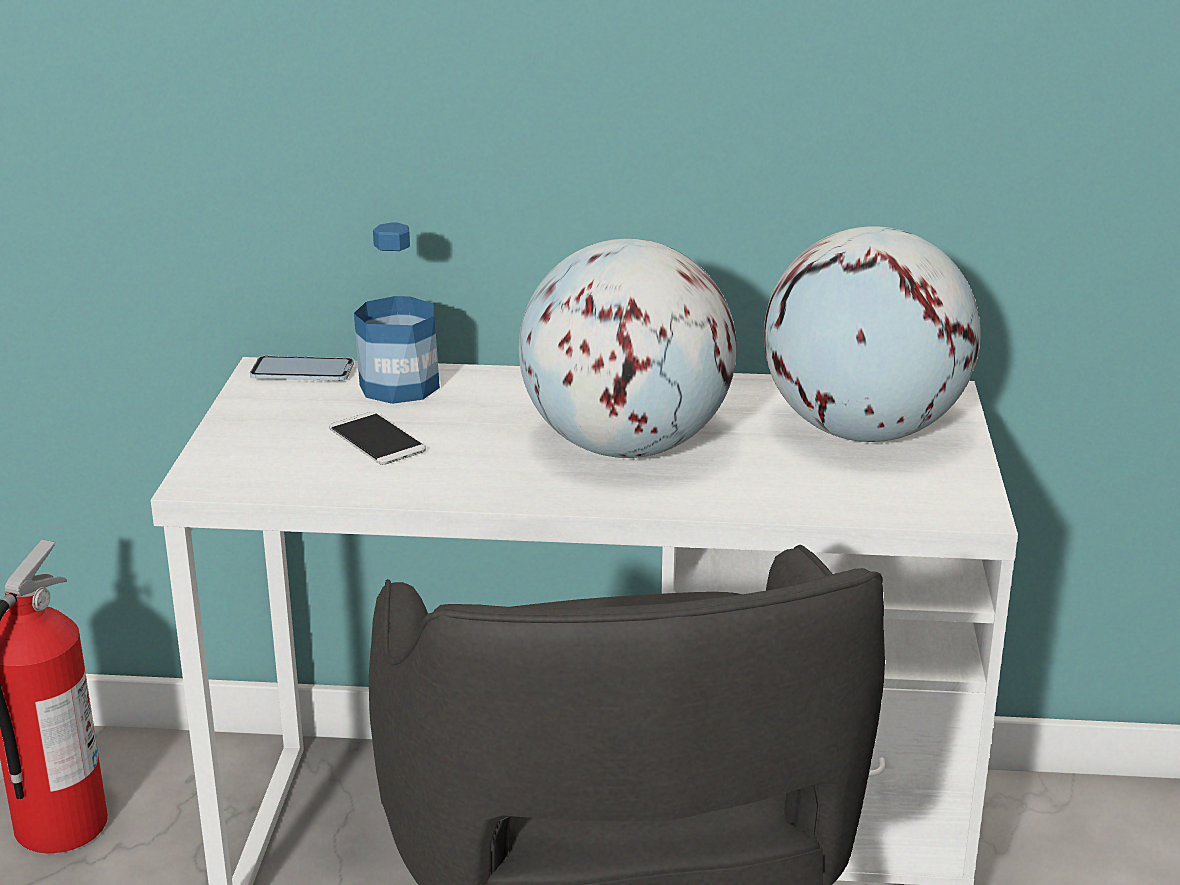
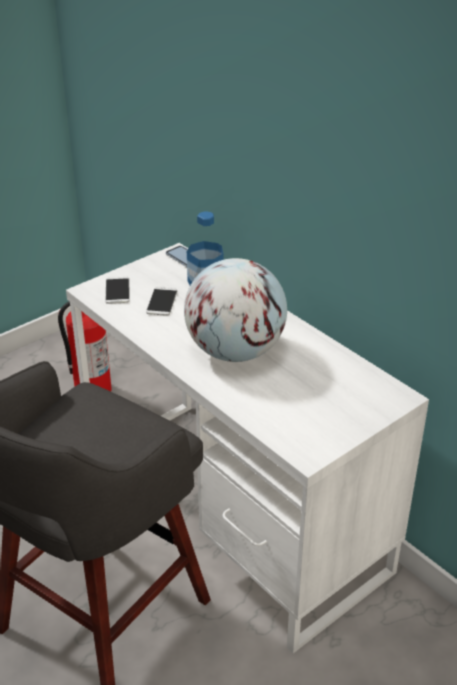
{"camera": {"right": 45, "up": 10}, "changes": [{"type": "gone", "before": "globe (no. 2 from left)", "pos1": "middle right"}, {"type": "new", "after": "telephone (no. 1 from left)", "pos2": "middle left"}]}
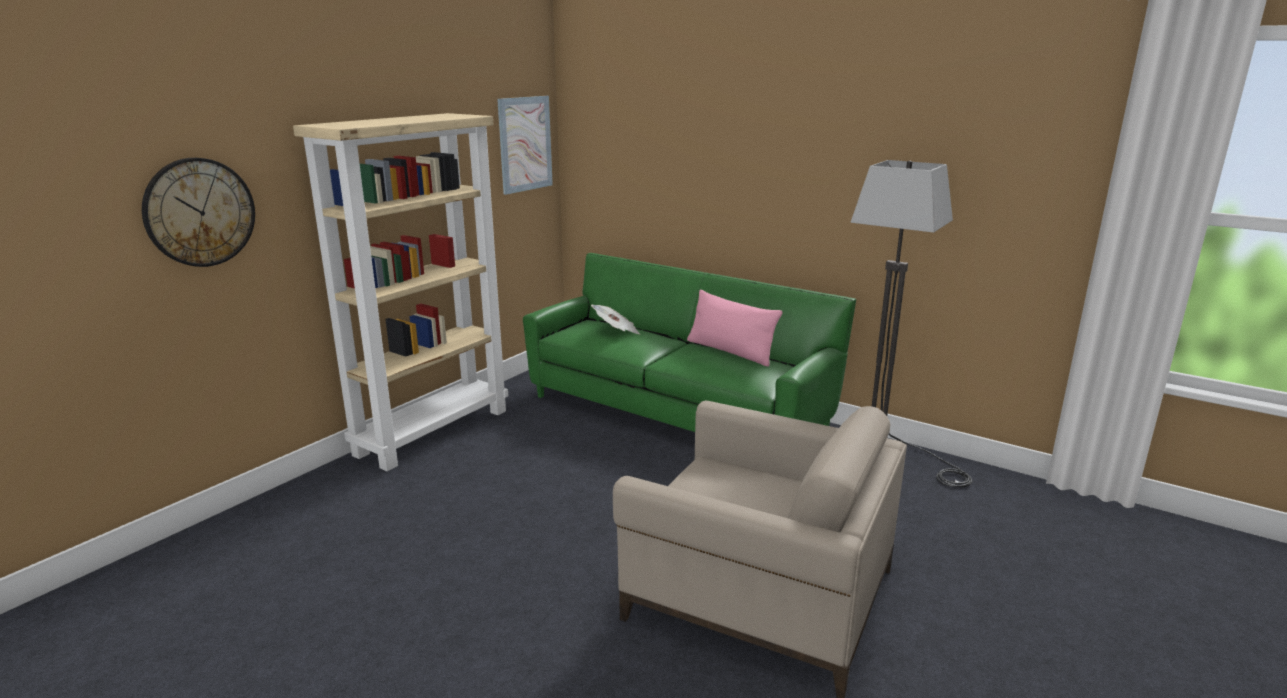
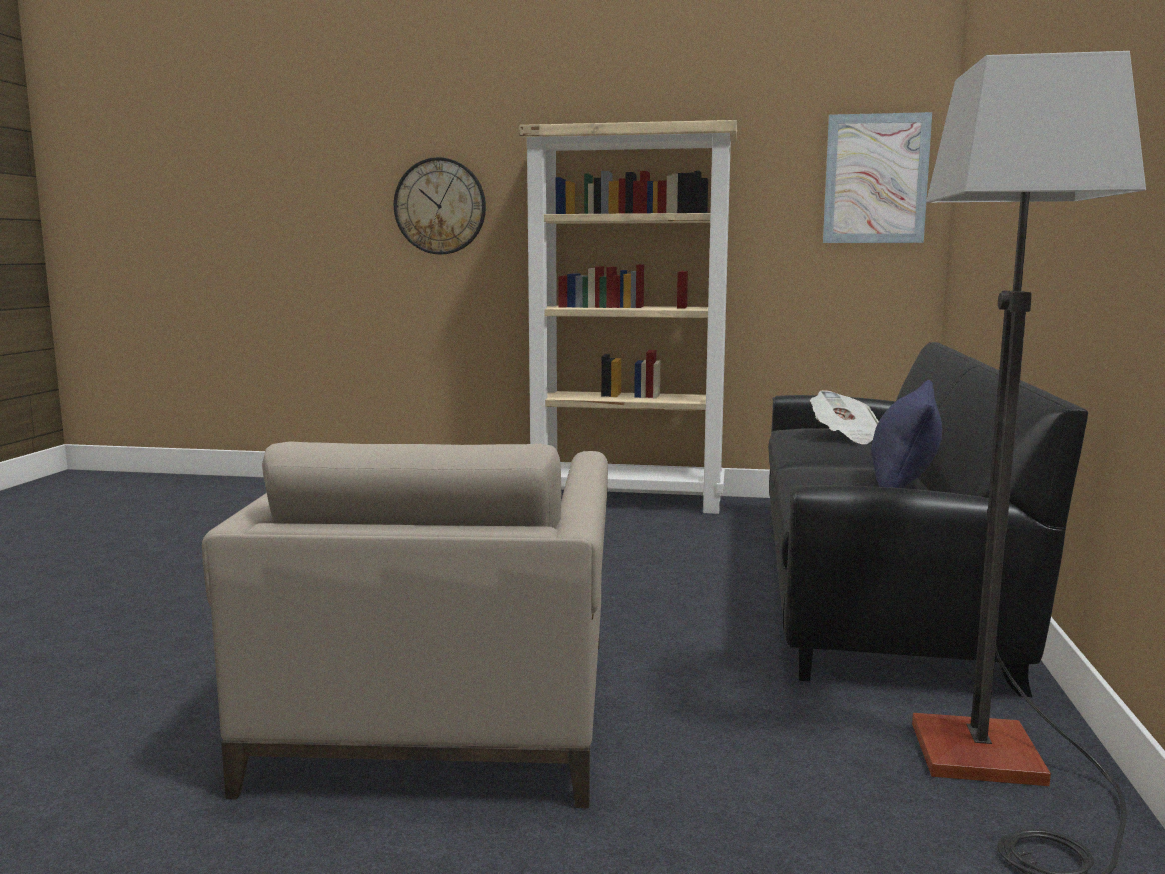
{"camera": {"right": 65, "up": -10}, "changes": [{"type": "repainted", "before": "sofa (green-coloured)", "after": "sofa (black)", "pos1": "centre", "pos2": "middle right"}, {"type": "repainted", "before": "cushion (pink)", "after": "cushion (bluish)", "pos1": "centre", "pos2": "middle right"}]}
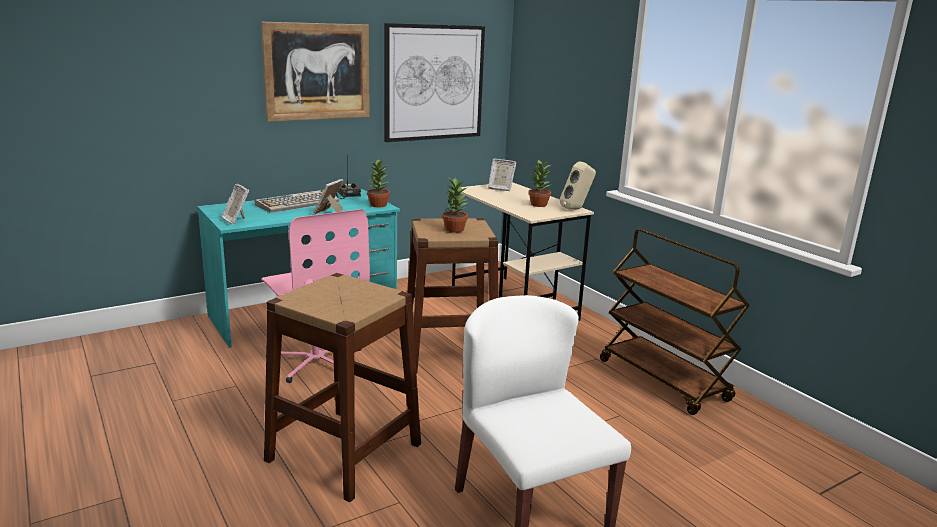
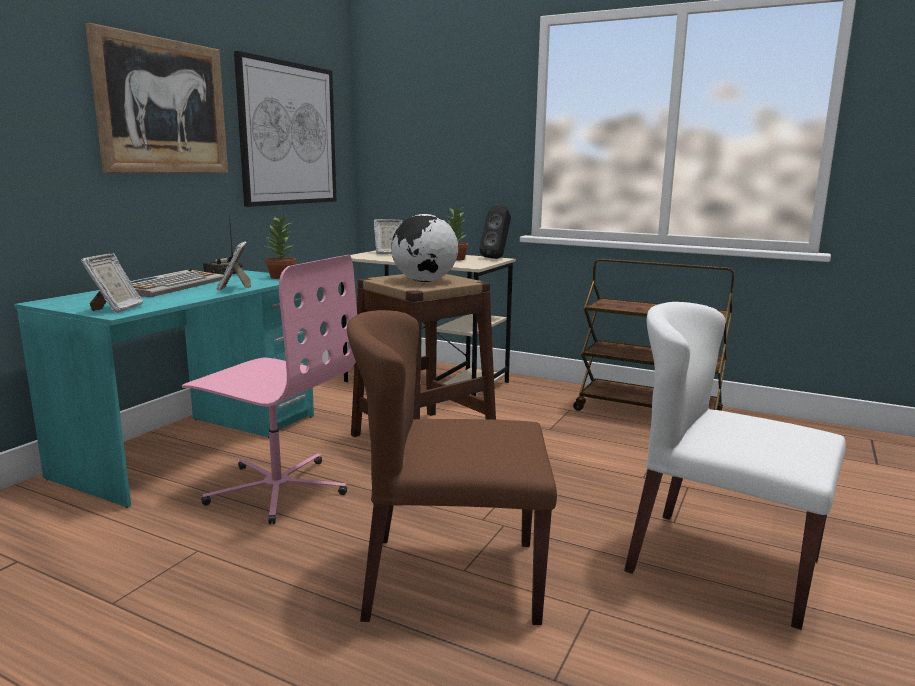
{"camera": {"right": -30, "up": -5}, "changes": [{"type": "rotated", "before": "picture frame (no. 1 from left)", "pos1": "middle left", "pos2": "middle left", "turn": -105}, {"type": "swapped", "before": "stool seat (brownish) (no. 1 from left)", "after": "upright chair (brownish)", "pos1": "bottom centre", "pos2": "bottom centre"}, {"type": "swapped", "before": "houseplant (no. 2 from left)", "after": "globe", "pos1": "centre", "pos2": "centre"}, {"type": "repainted", "before": "speaker (sand-coloured)", "after": "speaker (black)", "pos1": "centre", "pos2": "centre"}]}
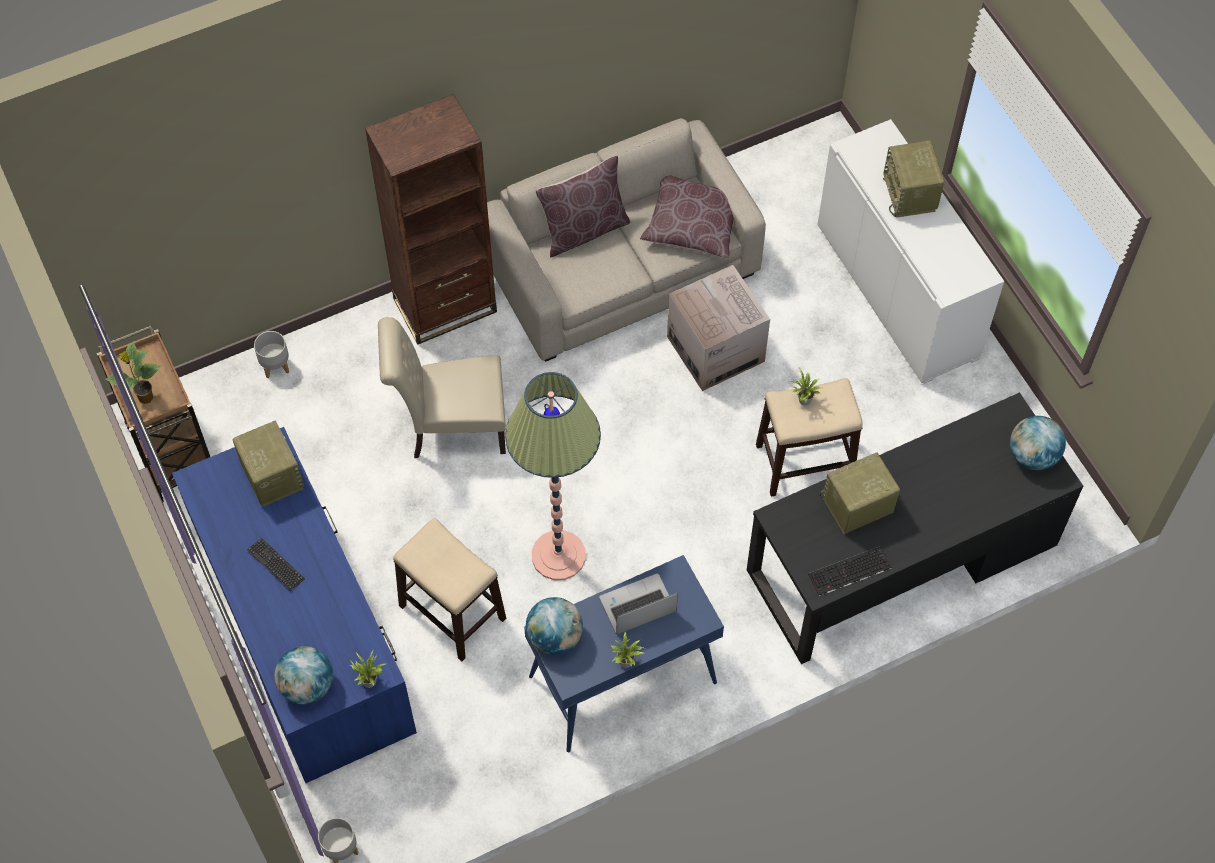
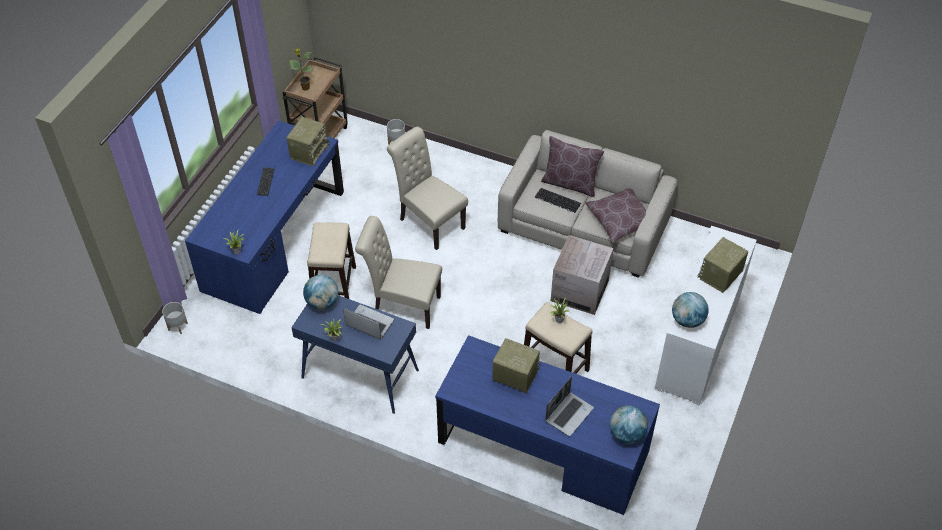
{"camera": {"right": 50, "up": -10}, "changes": [{"type": "shifted", "before": "globe (no. 1 from left in the first image)", "after": "globe (no. 3 from left)", "pos1": "bottom left", "pos2": "middle right"}, {"type": "gone", "before": "bookcase (brownish)", "pos1": "top centre"}, {"type": "swapped", "before": "standing lamp", "after": "upright chair (sand-coloured) (no. 1 from left)", "pos1": "centre", "pos2": "centre"}, {"type": "repainted", "before": "desk table (black)", "after": "desk table (bluish) (no. 2 from left)", "pos1": "middle right", "pos2": "bottom centre"}, {"type": "shifted", "before": "computer keyboard (no. 2 from left)", "pos1": "middle right", "pos2": "centre"}, {"type": "new", "after": "laptop (no. 2 from left)", "pos2": "bottom centre"}]}
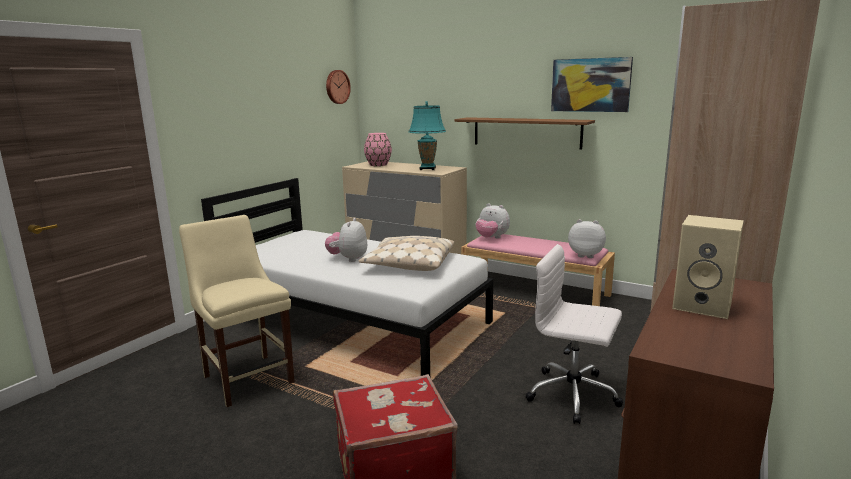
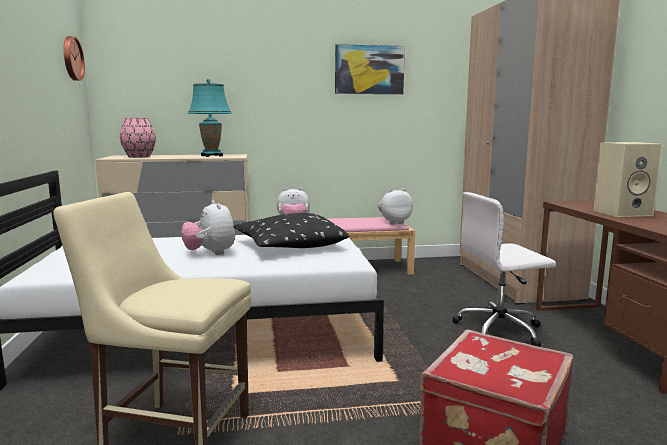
{"camera": {"right": -40, "up": -5}, "changes": [{"type": "repainted", "before": "cushion (sand-coloured)", "after": "cushion (black)", "pos1": "centre", "pos2": "centre"}, {"type": "gone", "before": "bracket shelf (brownish)", "pos1": "top centre"}]}
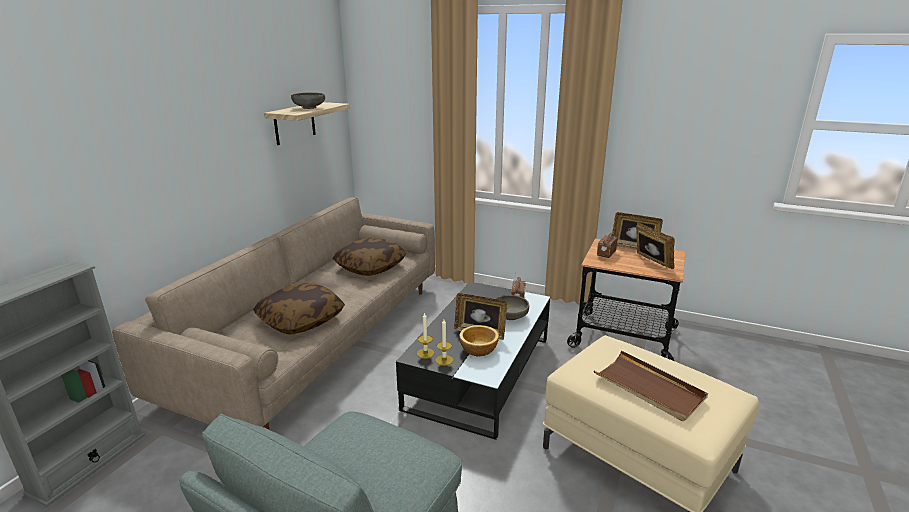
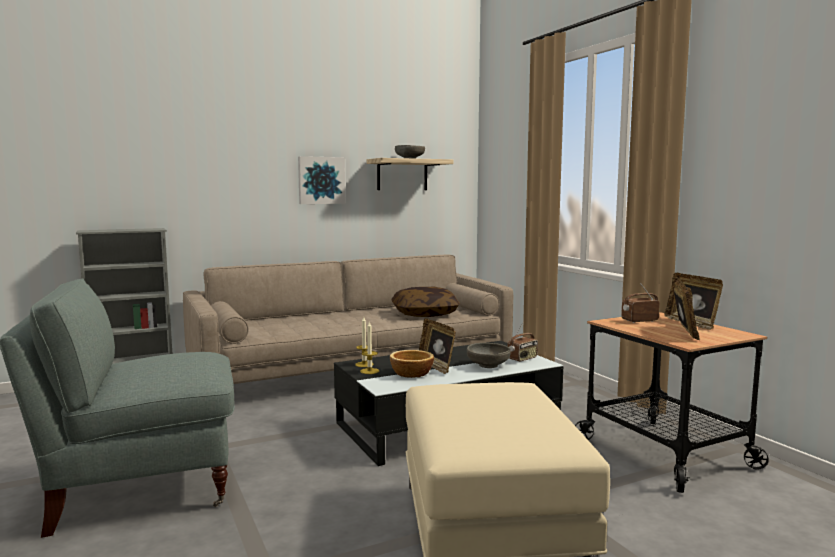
{"camera": {"right": 40, "up": -15}, "changes": [{"type": "gone", "before": "cushion (no. 1 from left)", "pos1": "middle left"}, {"type": "gone", "before": "tray (brownish)", "pos1": "bottom right"}, {"type": "new", "after": "wall picture", "pos2": "top centre"}]}
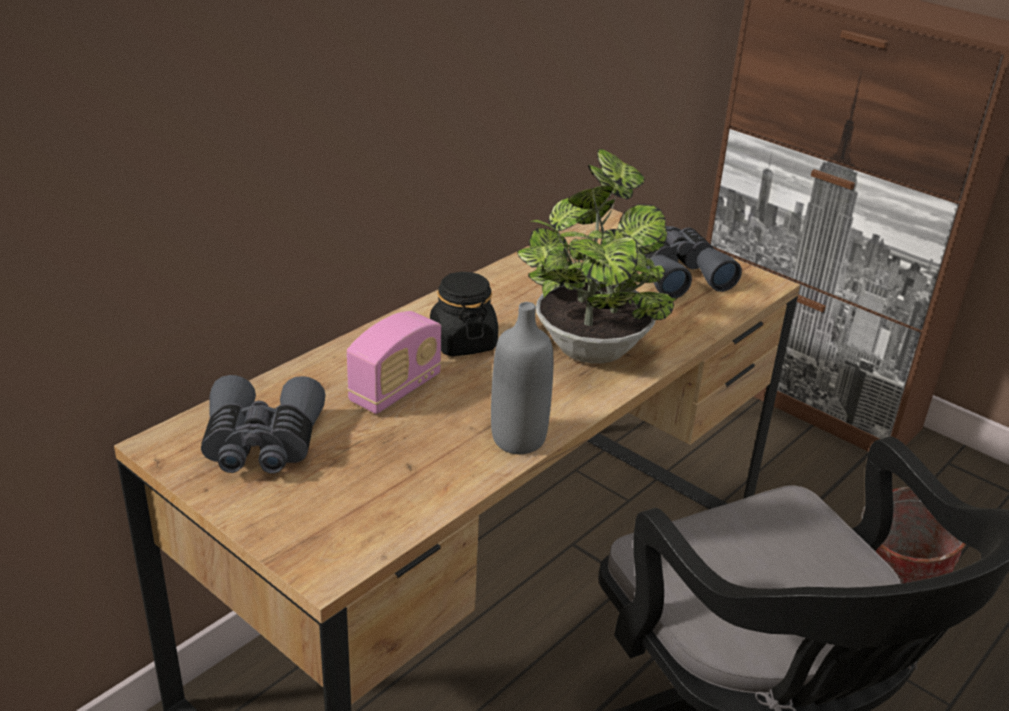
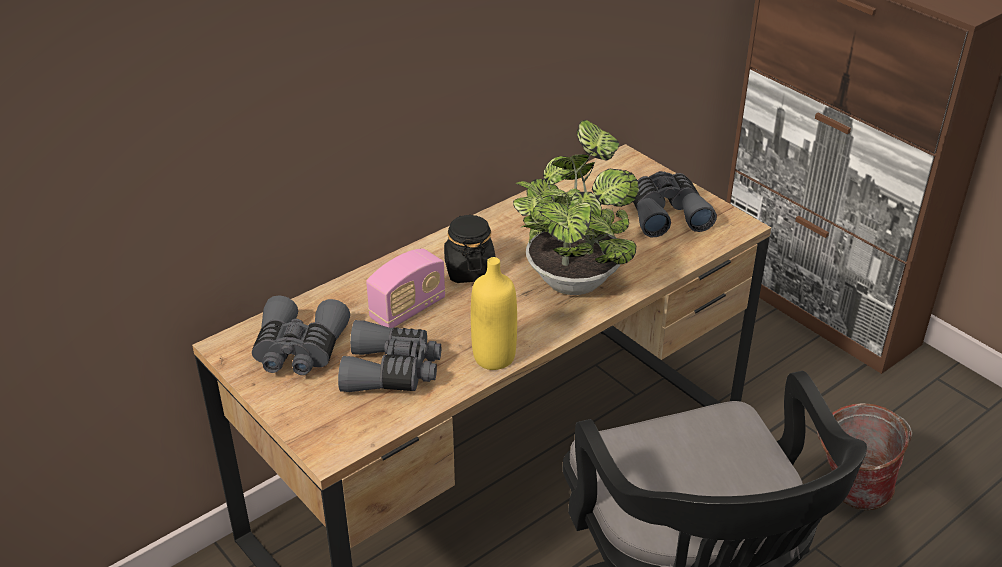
{"camera": {"right": 10, "up": 5}, "changes": [{"type": "repainted", "before": "drink bottle (gray)", "after": "drink bottle (yellow-coloured)", "pos1": "centre", "pos2": "centre"}, {"type": "new", "after": "field glasses (gray) (no. 2 from left)", "pos2": "centre"}]}
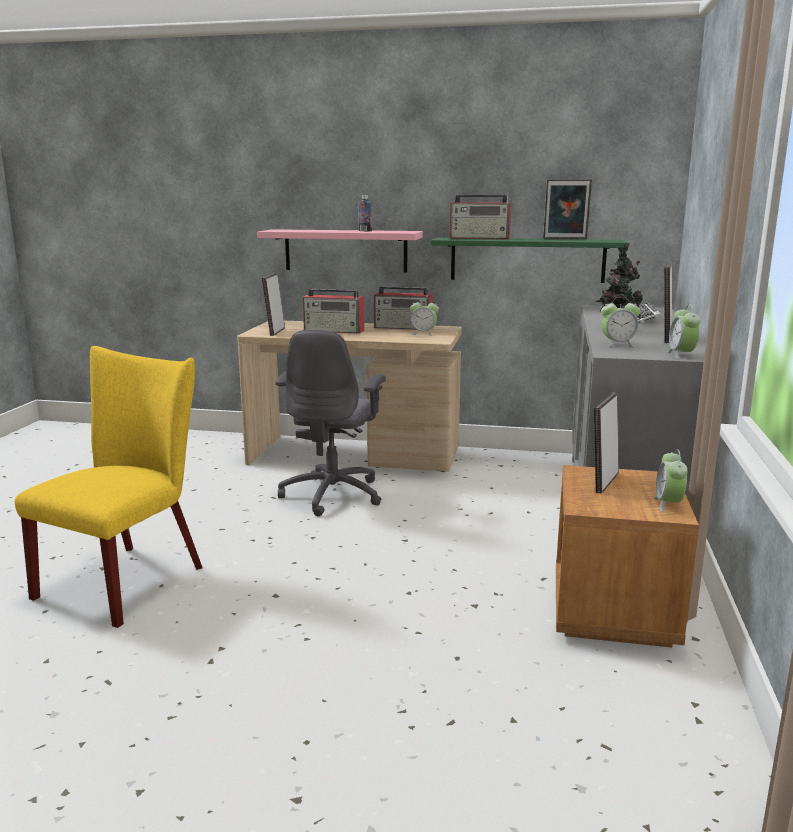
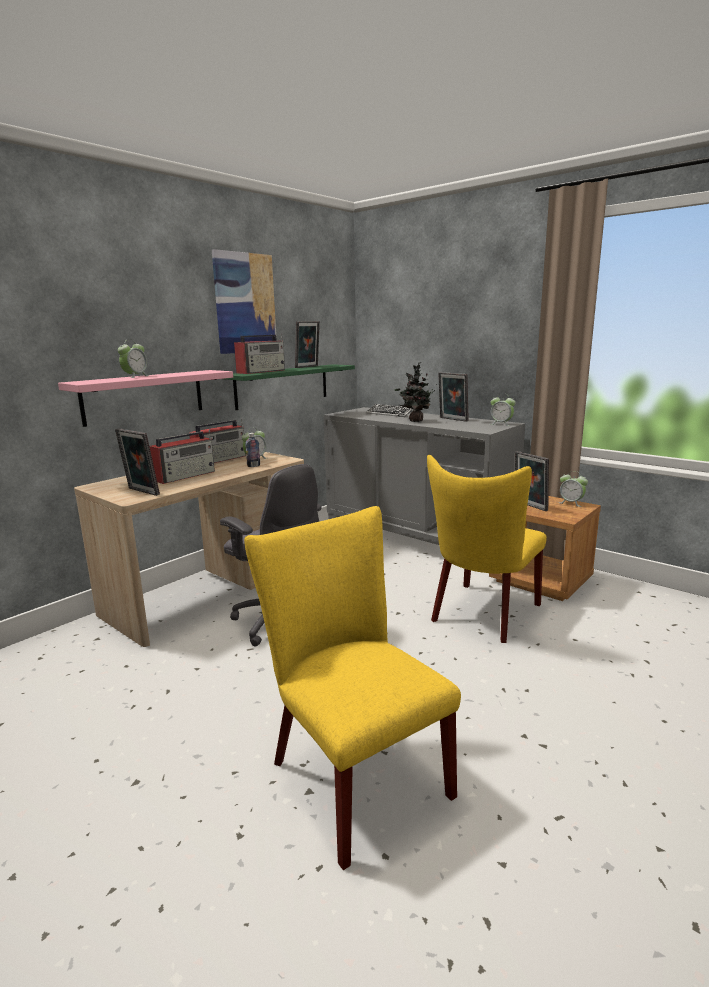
{"camera": {"right": -60, "up": 0}, "changes": [{"type": "shifted", "before": "drink bottle", "pos1": "top centre", "pos2": "centre"}, {"type": "shifted", "before": "bedside clock (no. 2 from left in the first image)", "after": "bedside clock (no. 1 from left)", "pos1": "middle right", "pos2": "middle left"}, {"type": "new", "after": "wall picture", "pos2": "top centre"}, {"type": "new", "after": "upright chair (yellow-coloured) (no. 2 from left)", "pos2": "middle right"}]}
